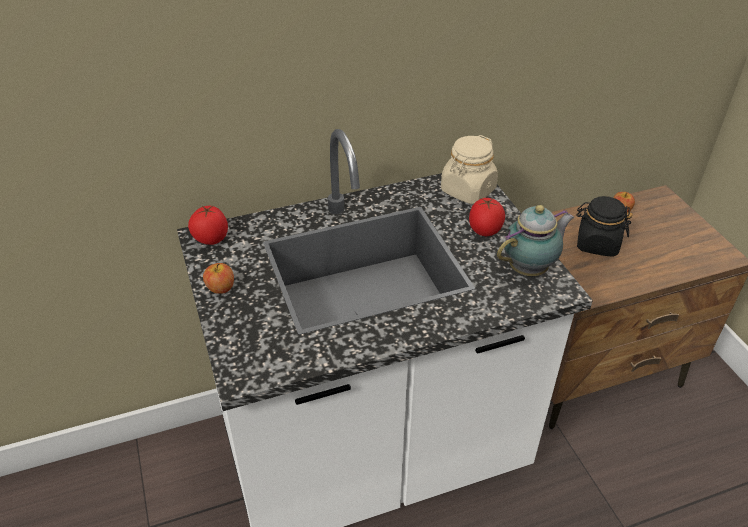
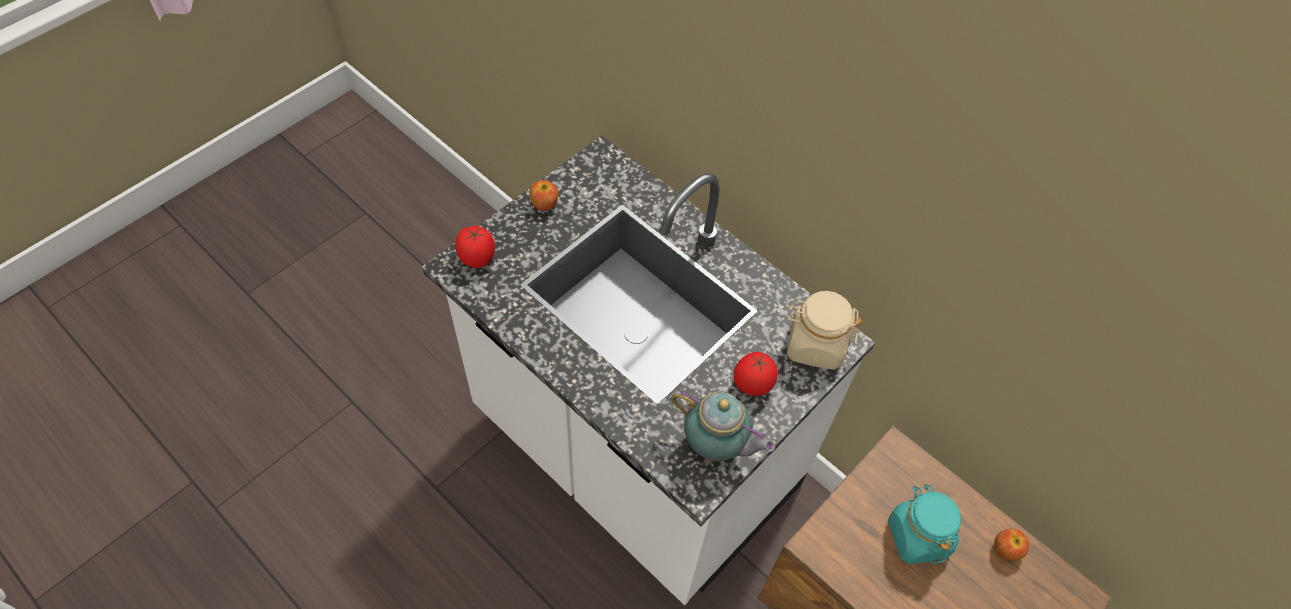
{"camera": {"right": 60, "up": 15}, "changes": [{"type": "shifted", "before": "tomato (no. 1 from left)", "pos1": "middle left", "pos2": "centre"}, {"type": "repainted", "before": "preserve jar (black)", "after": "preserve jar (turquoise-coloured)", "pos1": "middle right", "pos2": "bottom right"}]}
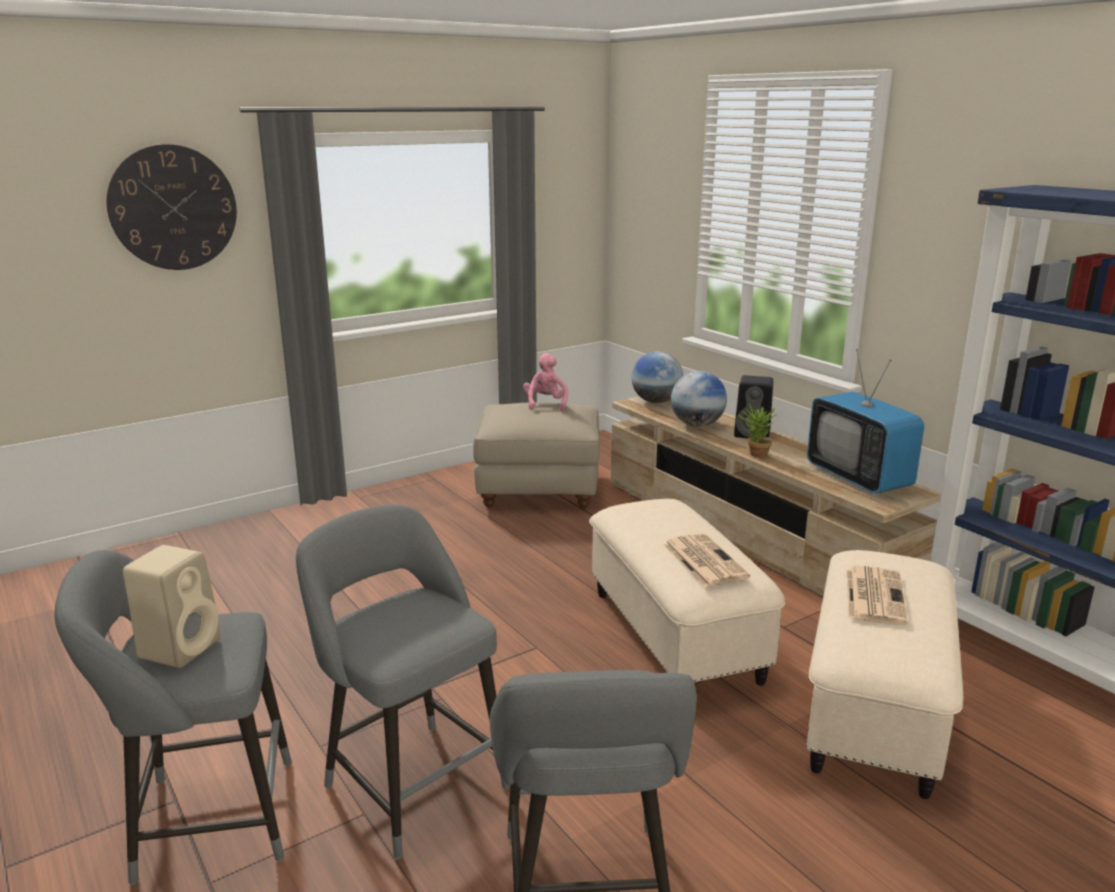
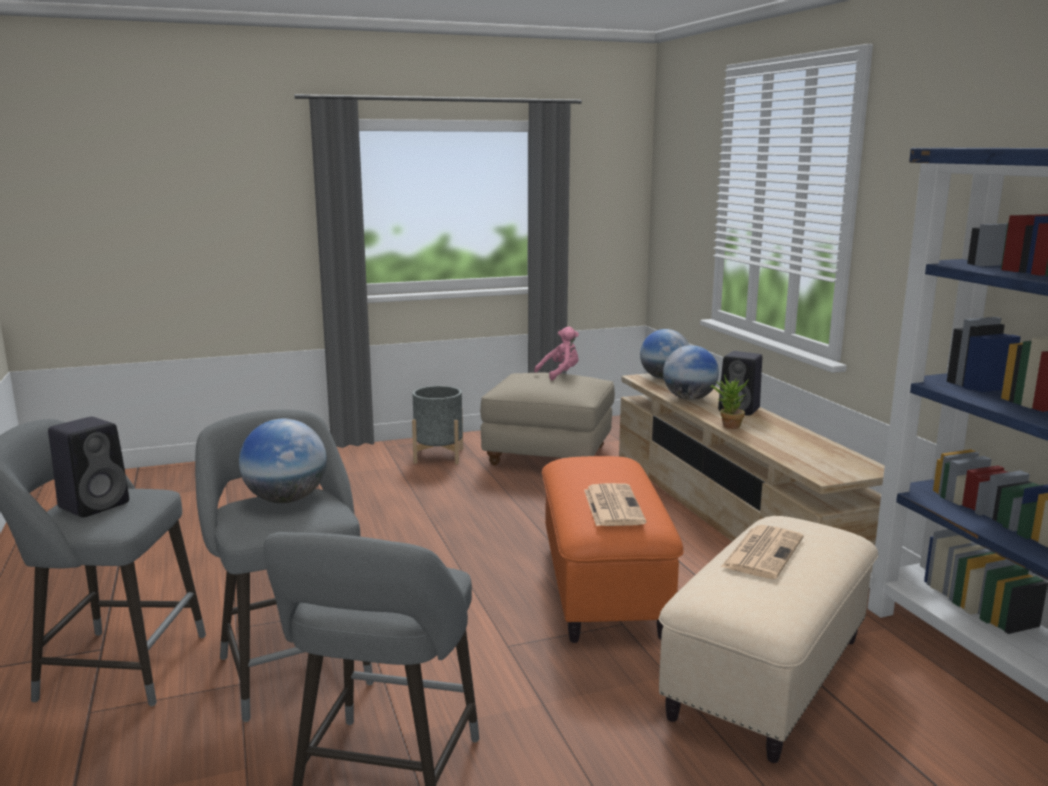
{"camera": {"right": 15, "up": -5}, "changes": [{"type": "gone", "before": "wall clock", "pos1": "top left"}, {"type": "repainted", "before": "speaker (sand-coloured)", "after": "speaker (black) (no. 1 from left)", "pos1": "bottom left", "pos2": "middle left"}, {"type": "rotated", "before": "plush toy (pink)", "pos1": "centre", "pos2": "centre", "turn": 45}, {"type": "repainted", "before": "pouffe (sand-coloured) (no. 2 from left)", "after": "pouffe (orange)", "pos1": "centre", "pos2": "bottom centre"}, {"type": "gone", "before": "television", "pos1": "middle right"}, {"type": "new", "after": "globe (no. 1 from left)", "pos2": "middle left"}, {"type": "new", "after": "plant pot (gray)", "pos2": "centre"}]}
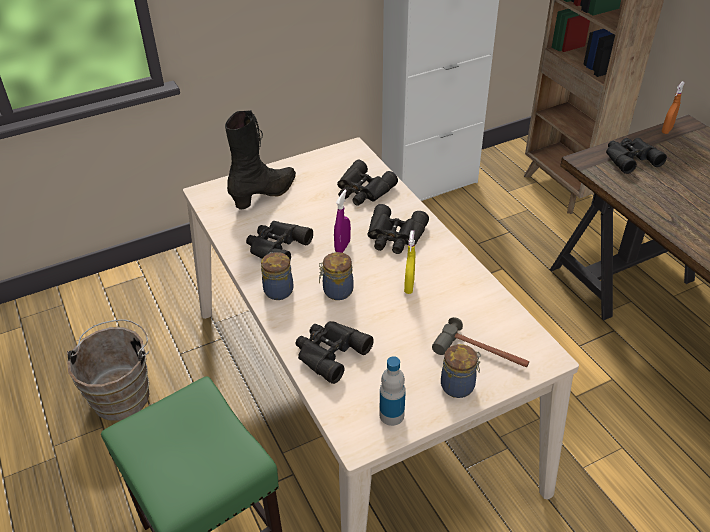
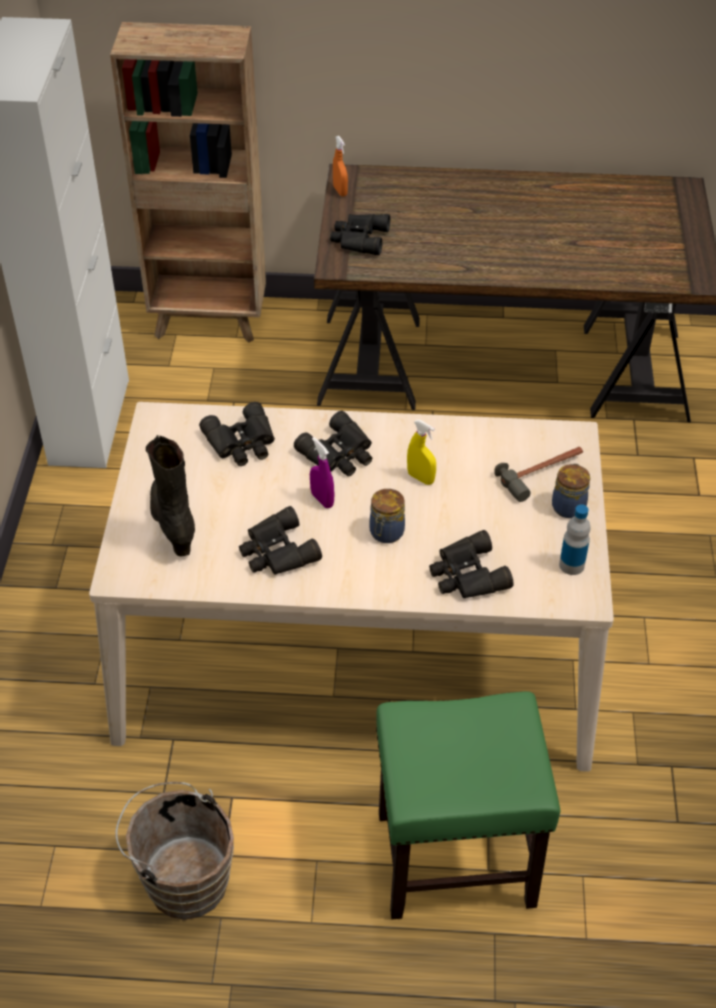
{"camera": {"right": -60, "up": 5}, "changes": [{"type": "gone", "before": "preserve jar (no. 1 from left)", "pos1": "centre"}]}
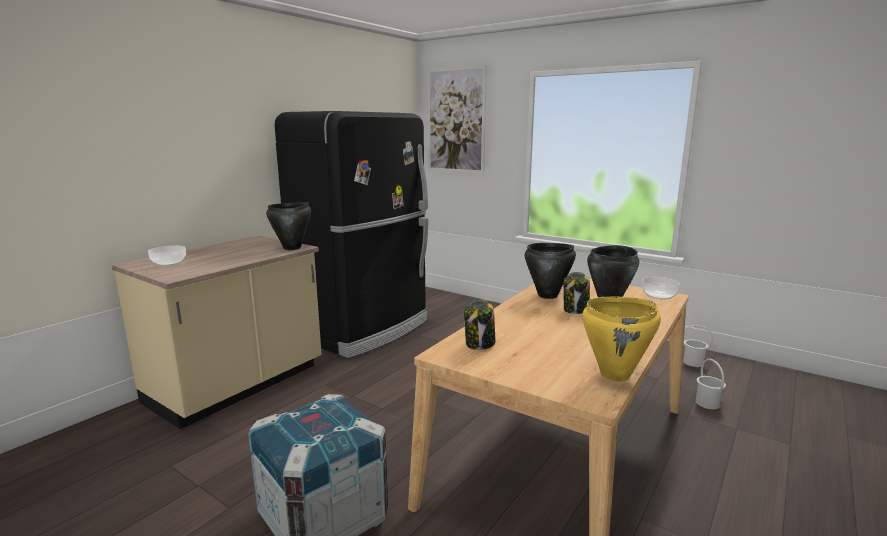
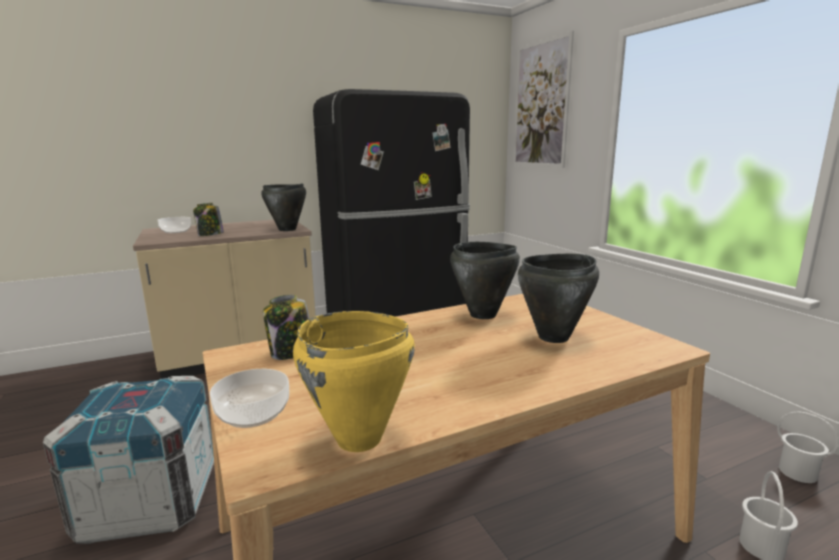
{"camera": {"right": 30, "up": 0}, "changes": [{"type": "shifted", "before": "preserve jar (no. 2 from left in the first image)", "after": "preserve jar (no. 1 from left)", "pos1": "centre", "pos2": "middle left"}, {"type": "shifted", "before": "serving bowl (no. 2 from left)", "pos1": "middle right", "pos2": "bottom left"}]}
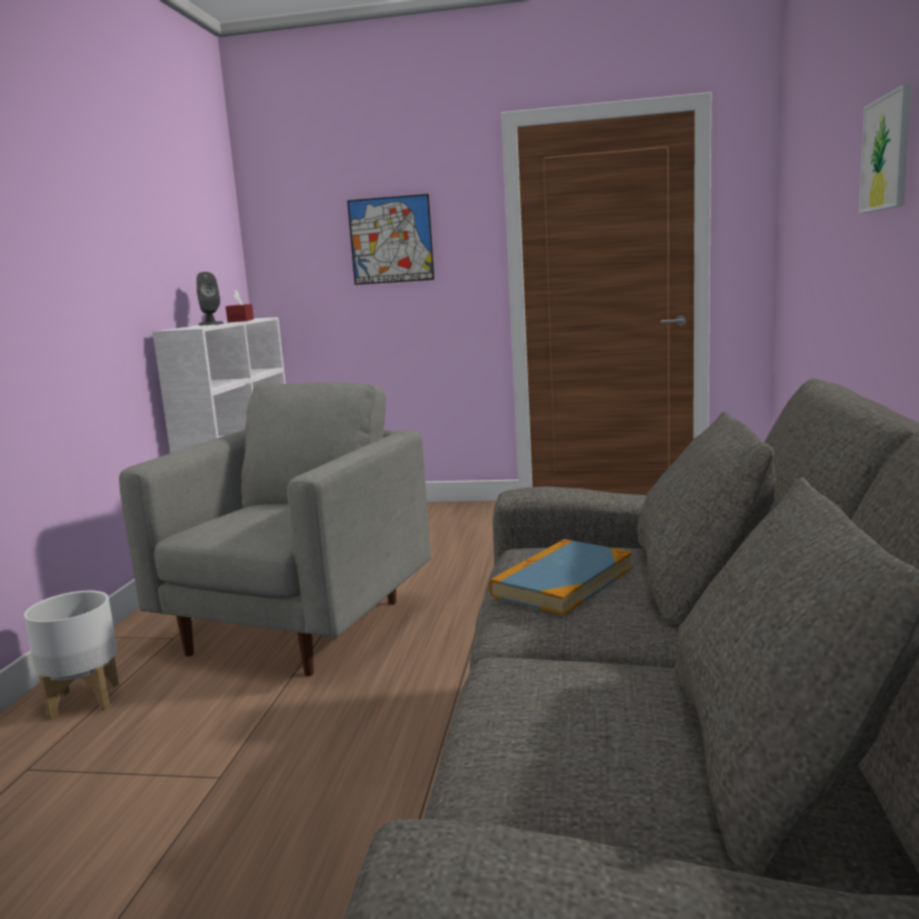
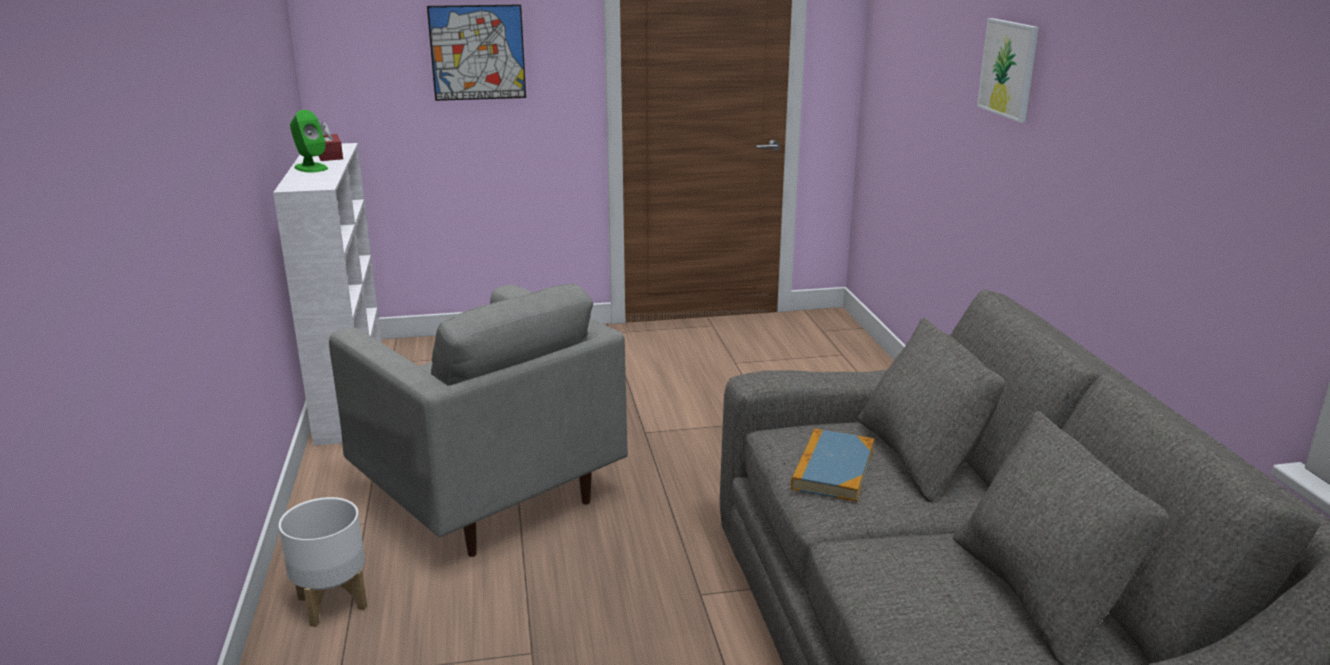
{"camera": {"right": -20, "up": 10}, "changes": [{"type": "rotated", "before": "lounge chair (gray)", "pos1": "middle left", "pos2": "centre", "turn": 135}, {"type": "repainted", "before": "speaker (gray)", "after": "speaker (green-coloured)", "pos1": "top left", "pos2": "top left"}]}
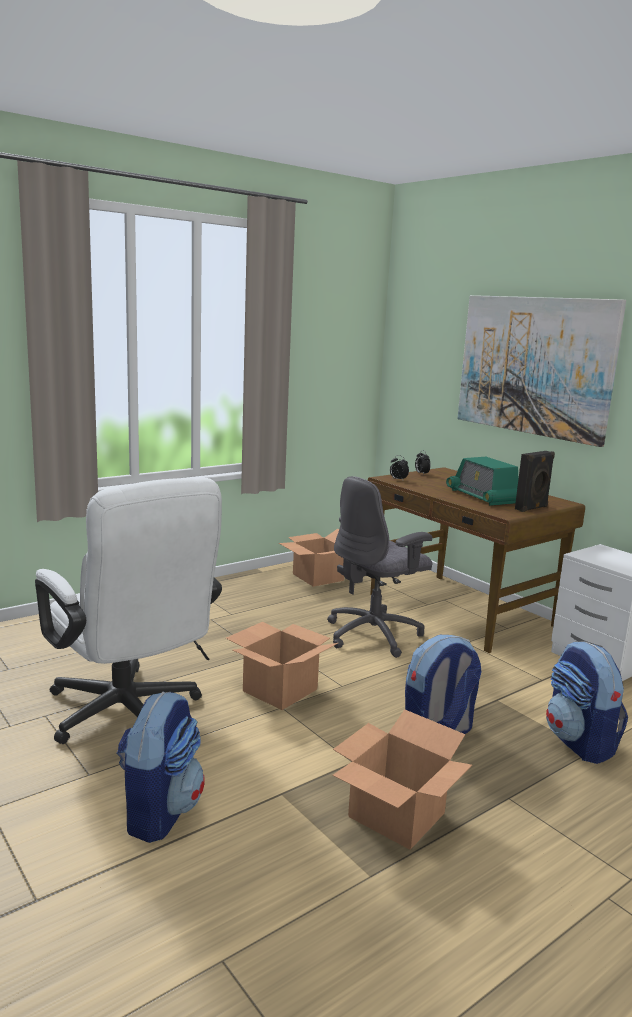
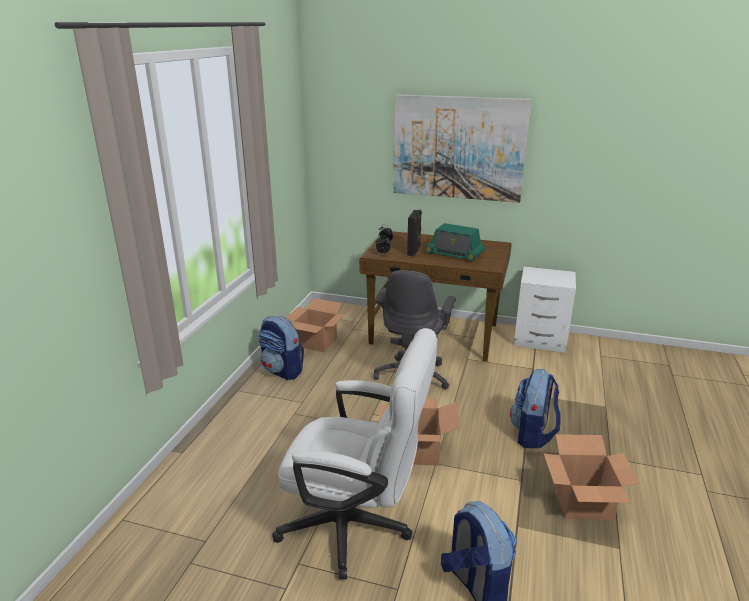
{"camera": {"right": -35, "up": 10}, "changes": [{"type": "shifted", "before": "speaker (black)", "pos1": "middle right", "pos2": "centre"}, {"type": "shifted", "before": "knapsack (no. 3 from left in the first image)", "after": "knapsack (no. 1 from left)", "pos1": "bottom right", "pos2": "centre"}]}
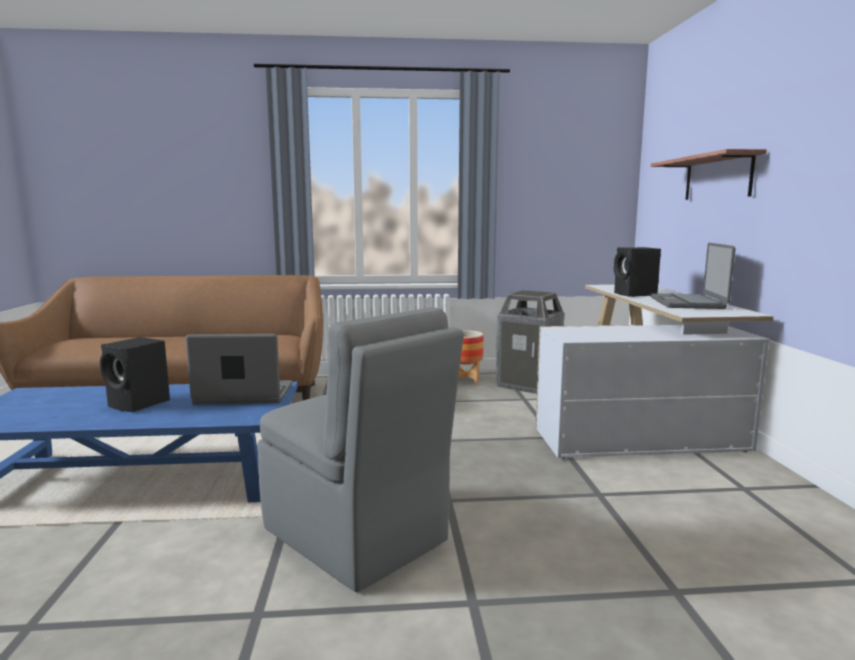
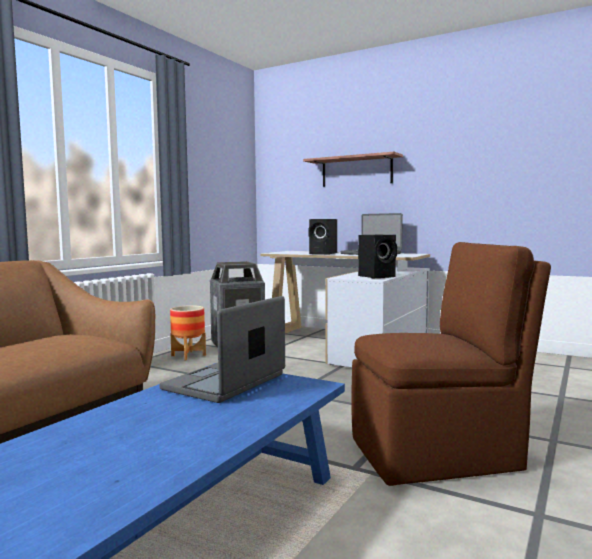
{"camera": {"right": -55, "up": -5}, "changes": [{"type": "shifted", "before": "speaker (black) (no. 1 from left in the first image)", "after": "speaker (black) (no. 2 from left)", "pos1": "middle left", "pos2": "centre"}, {"type": "repainted", "before": "upright chair (gray)", "after": "upright chair (brownish)", "pos1": "bottom centre", "pos2": "middle right"}]}
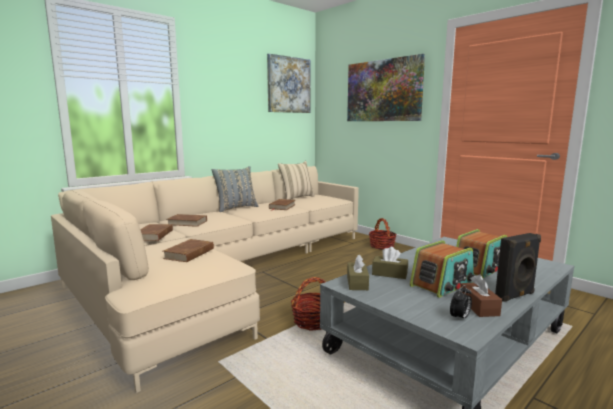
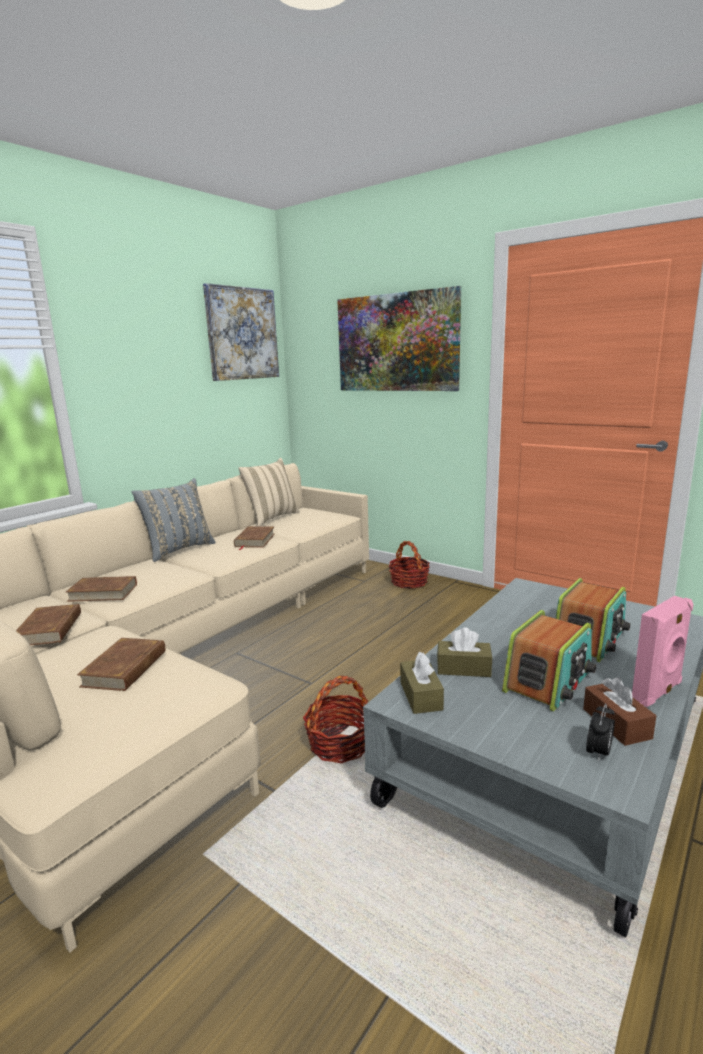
{"camera": {"right": -10, "up": 5}, "changes": [{"type": "repainted", "before": "speaker (black)", "after": "speaker (pink)", "pos1": "middle right", "pos2": "middle right"}]}
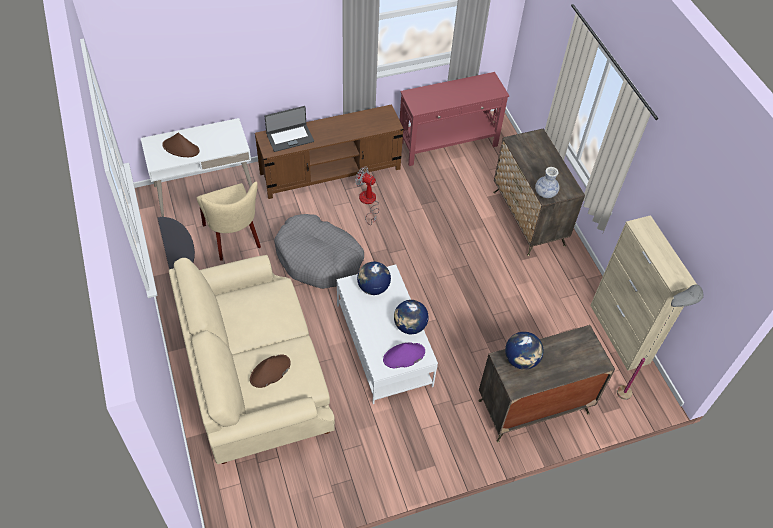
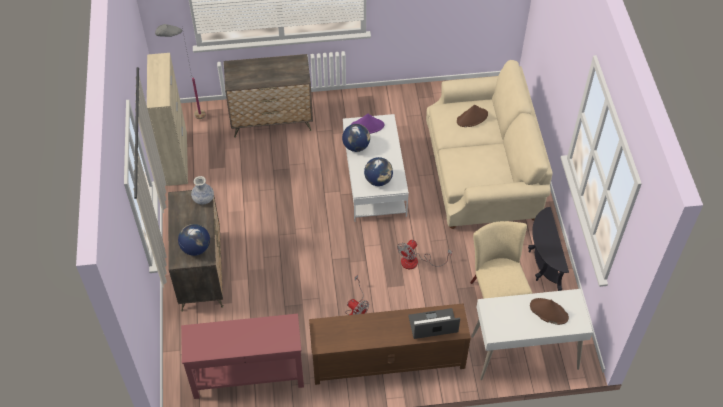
{"camera": {"right": -165, "up": 0}, "changes": [{"type": "swapped", "before": "pet bed (gray)", "after": "fan (no. 2 from left)", "pos1": "centre", "pos2": "centre"}, {"type": "shifted", "before": "globe (no. 3 from left in the first image)", "after": "globe (no. 1 from left)", "pos1": "middle right", "pos2": "middle left"}]}
